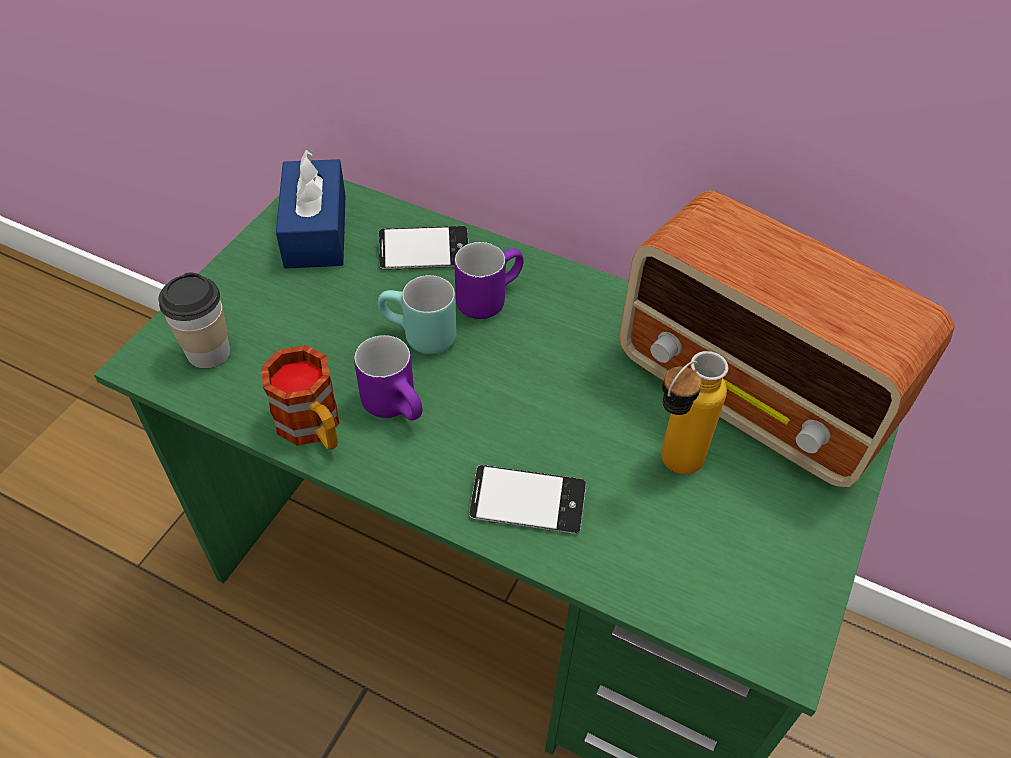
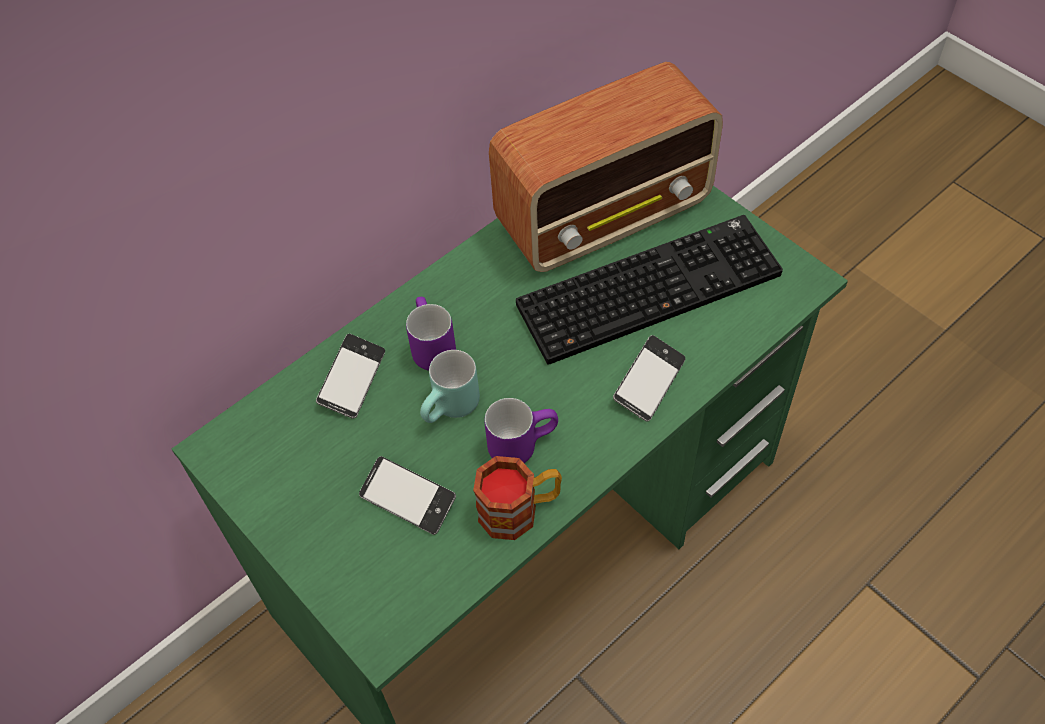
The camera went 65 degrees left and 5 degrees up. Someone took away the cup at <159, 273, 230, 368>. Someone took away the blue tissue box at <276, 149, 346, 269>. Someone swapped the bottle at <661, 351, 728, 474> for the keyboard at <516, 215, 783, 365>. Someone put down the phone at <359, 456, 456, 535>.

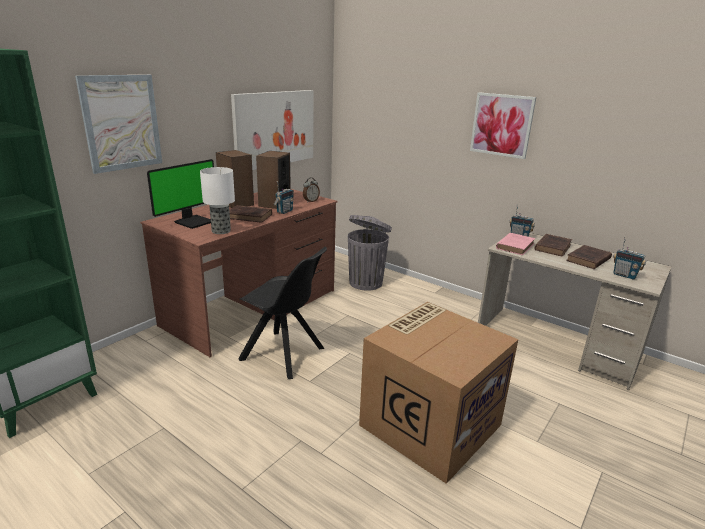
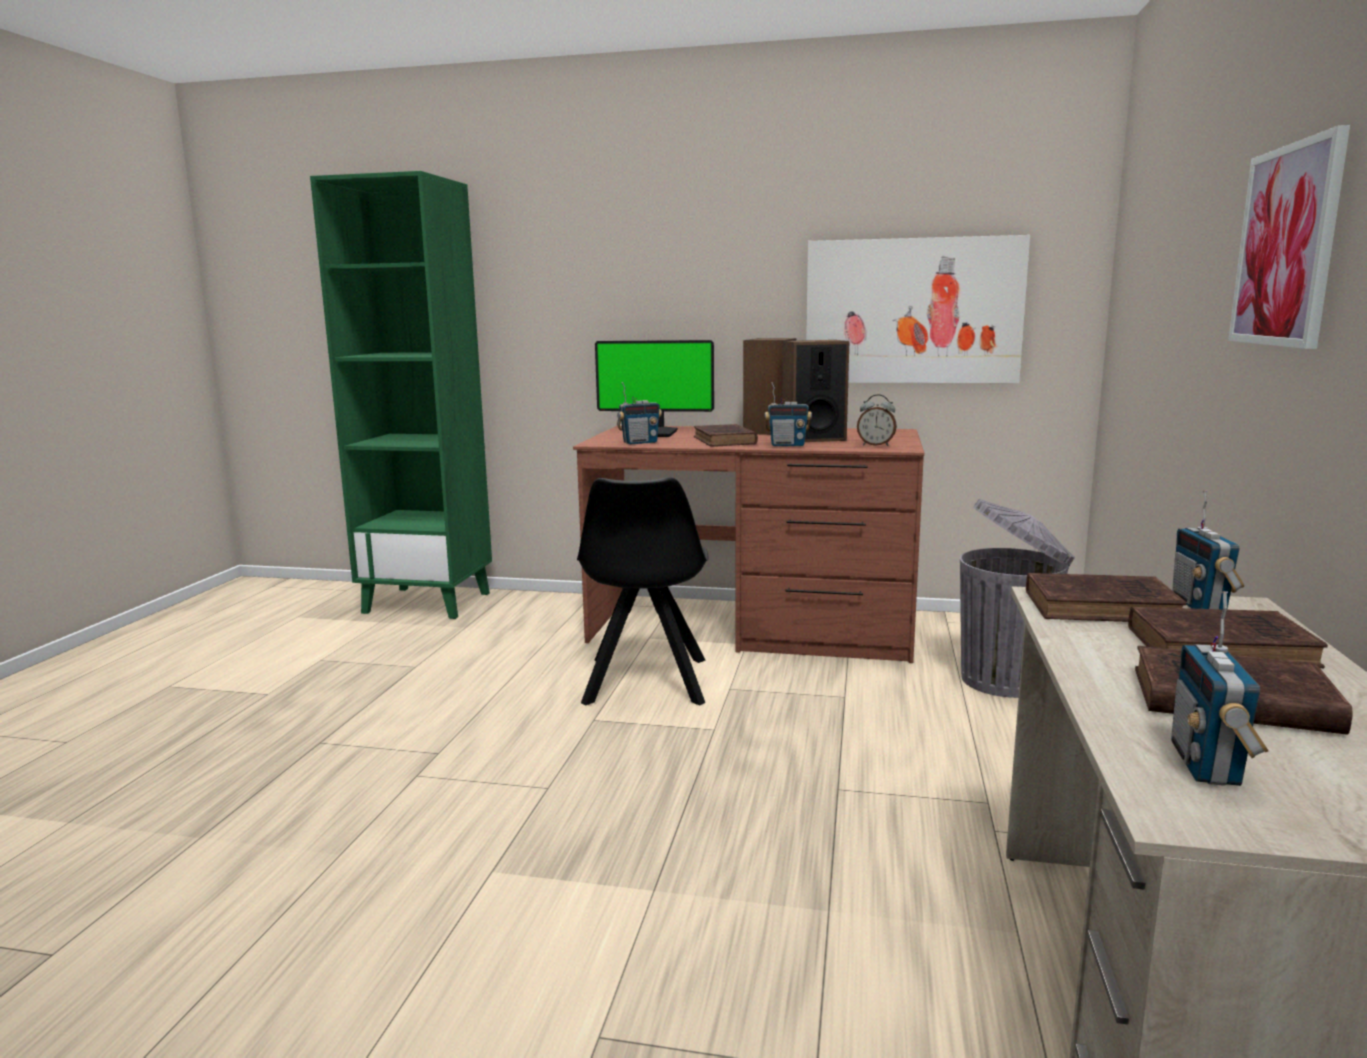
The camera went 65 degrees right and 10 degrees down. Someone took away the picture at <75, 75, 162, 174>. Someone swapped the table lamp at <200, 167, 235, 234> for the radio at <617, 382, 662, 444>. Someone took away the cardboard box at <359, 302, 518, 484>. Someone repainted the pink book at <496, 233, 535, 255>, which became the brown book at <1026, 573, 1186, 622>.

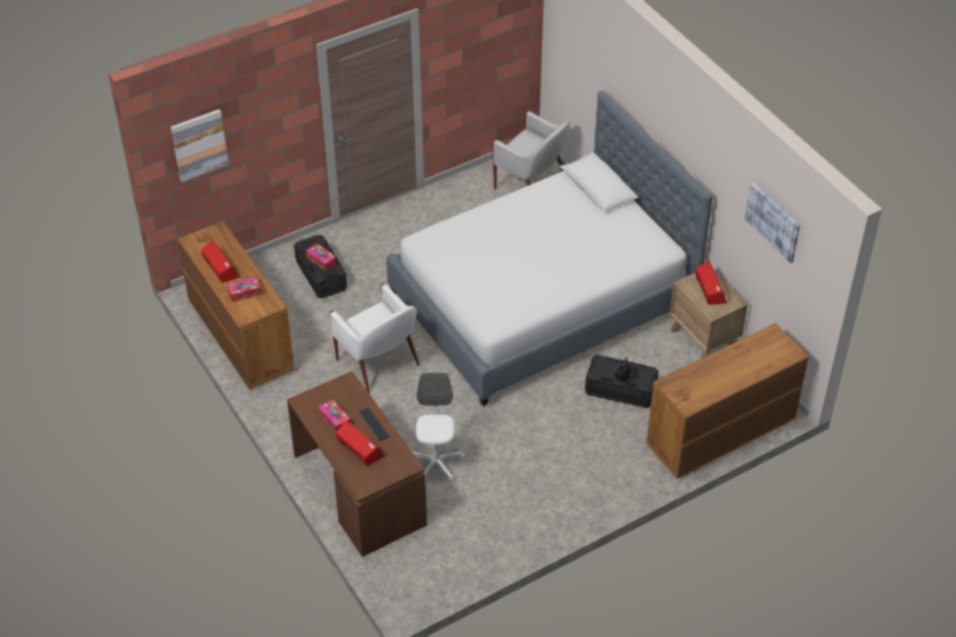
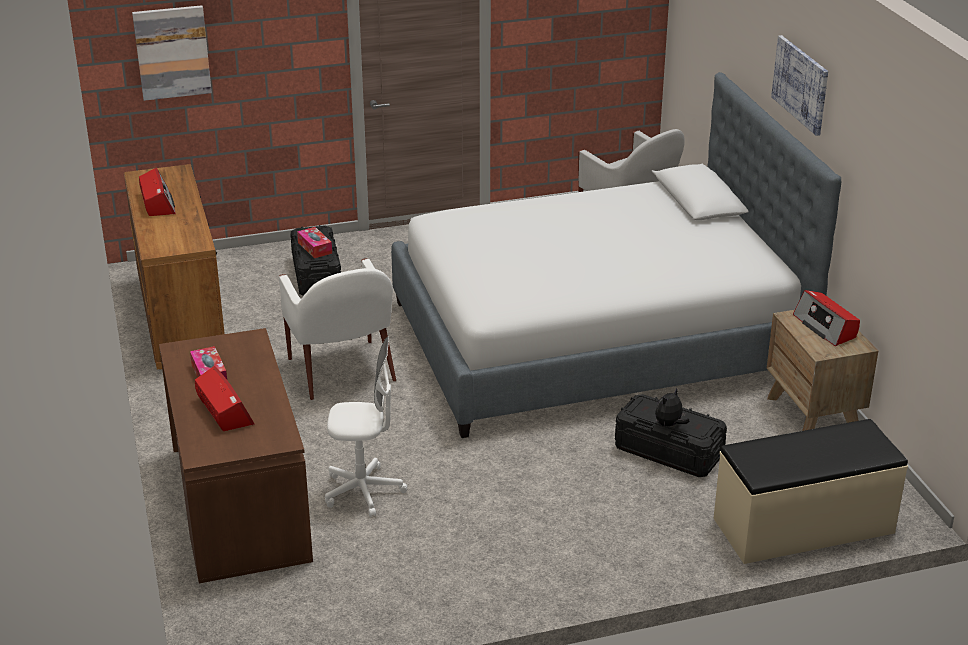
The camera went 15 degrees right and 15 degrees down. Someone took away the tissue box at <227, 276, 262, 302>. Someone took away the keyboard at <359, 408, 389, 441>. Someone rotated the white office chair at <413, 372, 465, 481> by 75 degrees clockwise. Someone swapped the brown dresser at <646, 323, 809, 478> for the beige bench at <714, 419, 908, 564>. Someone rotated the radio at <695, 261, 727, 305> by 150 degrees clockwise. Someone carried the picture from <745, 183, 800, 263> to <771, 35, 828, 136>.

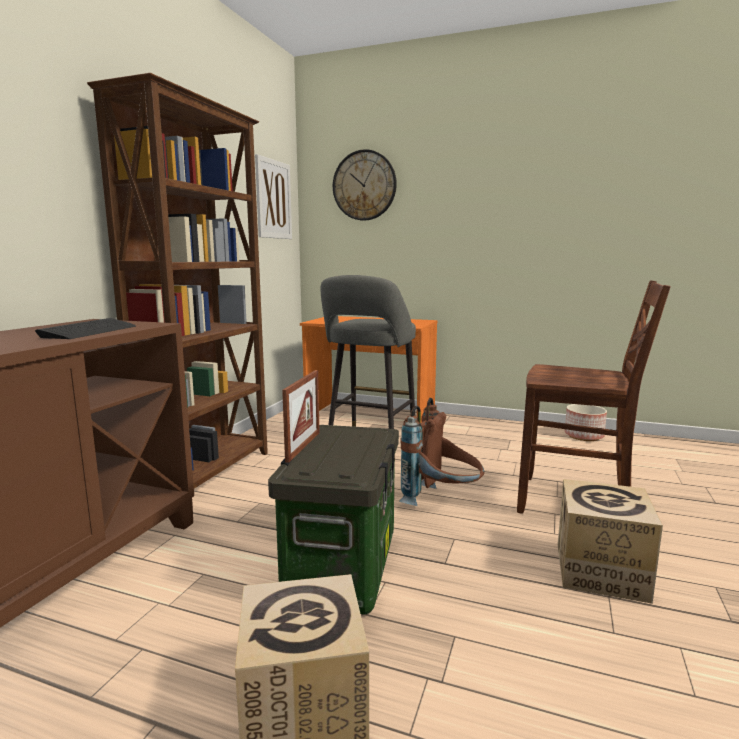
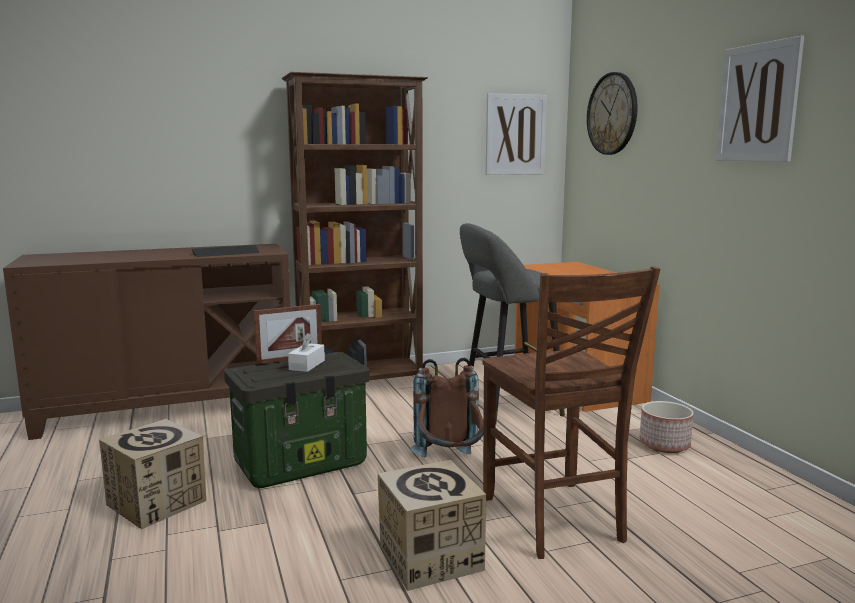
The camera went 50 degrees right and 0 degrees up. Someone carried the planter from <565, 404, 607, 441> to <640, 401, 694, 453>. Someone put down the white tissue box at <288, 333, 325, 372>. Someone put up the picture at <716, 36, 804, 162>.

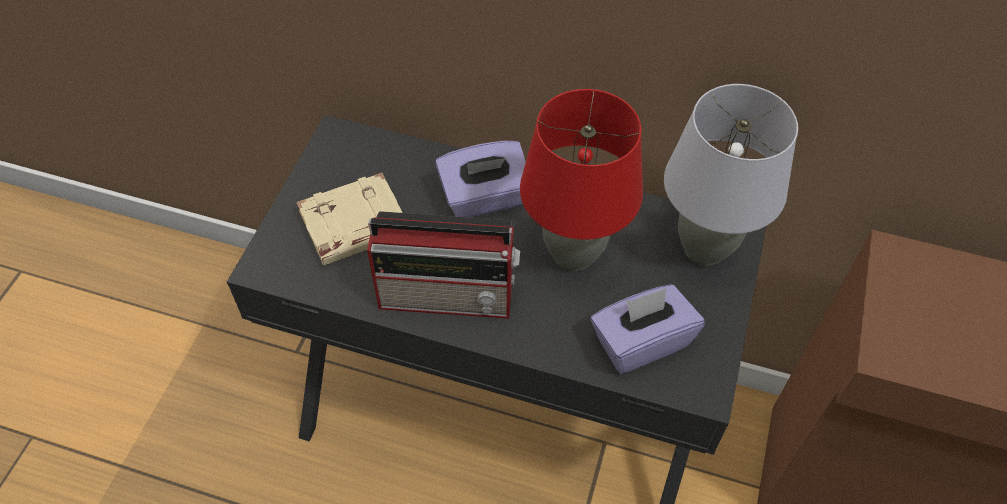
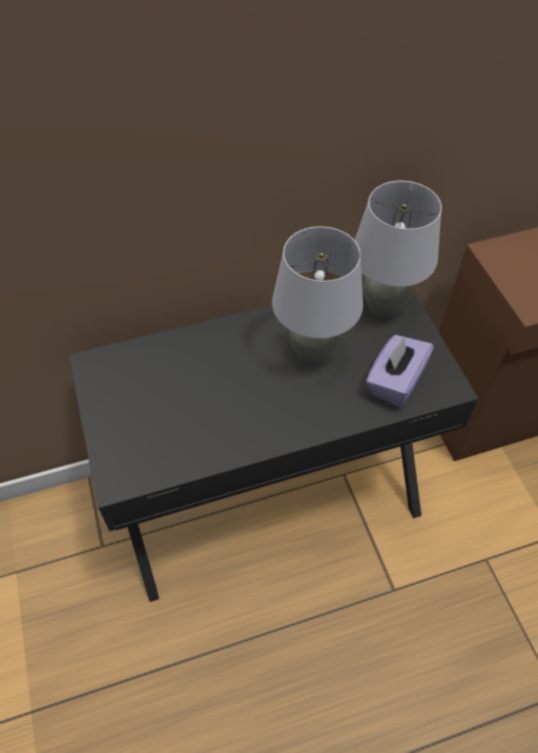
The camera went 35 degrees left and 0 degrees up. Someone took away the beige book at <296, 173, 402, 266>. Someone took away the radio at <367, 211, 520, 319>. Someone took away the purple tissue box at <435, 141, 526, 217>. Someone repainted the red table lamp at <520, 89, 643, 271>, which became the grey table lamp at <272, 226, 363, 365>.

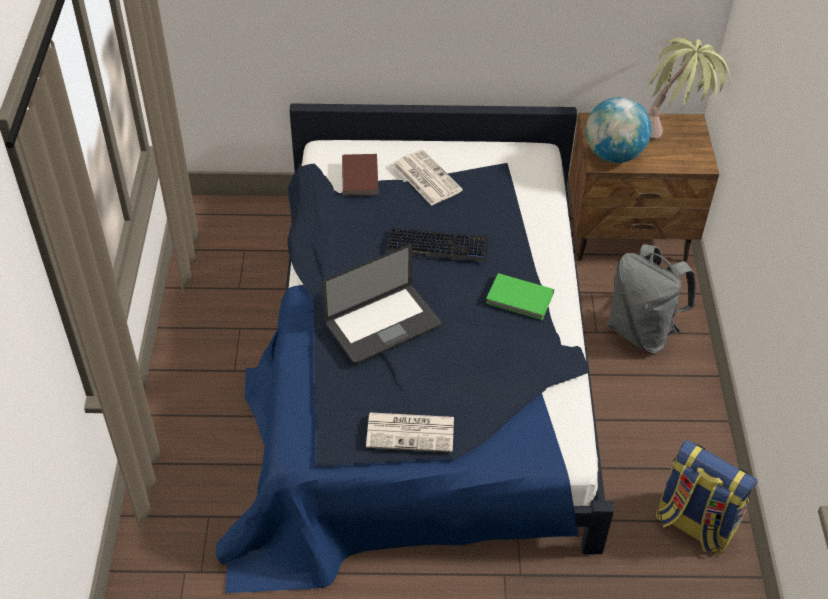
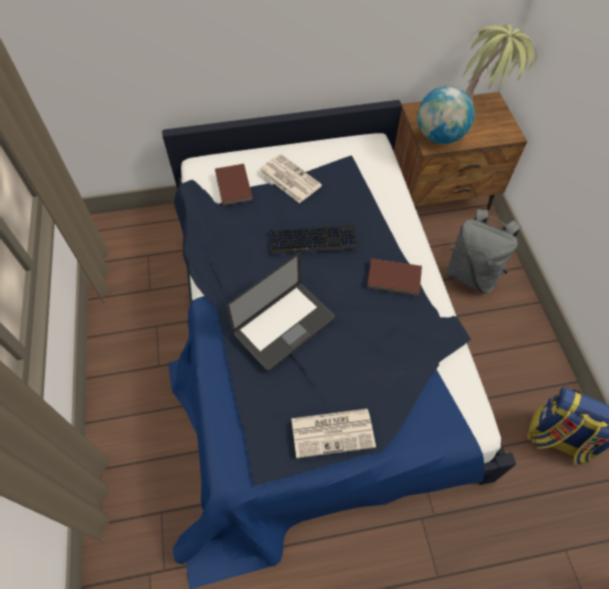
The camera went 10 degrees left and 10 degrees up. Someone repainted the green book at <486, 273, 554, 320>, which became the brown book at <367, 258, 422, 296>.

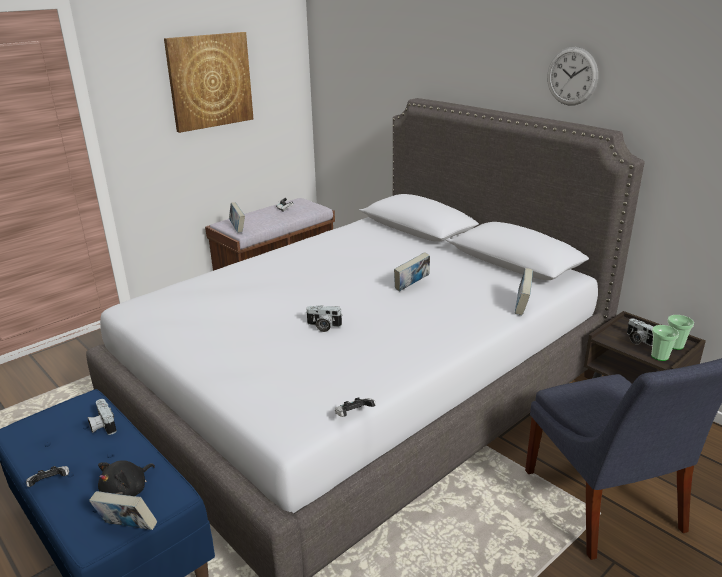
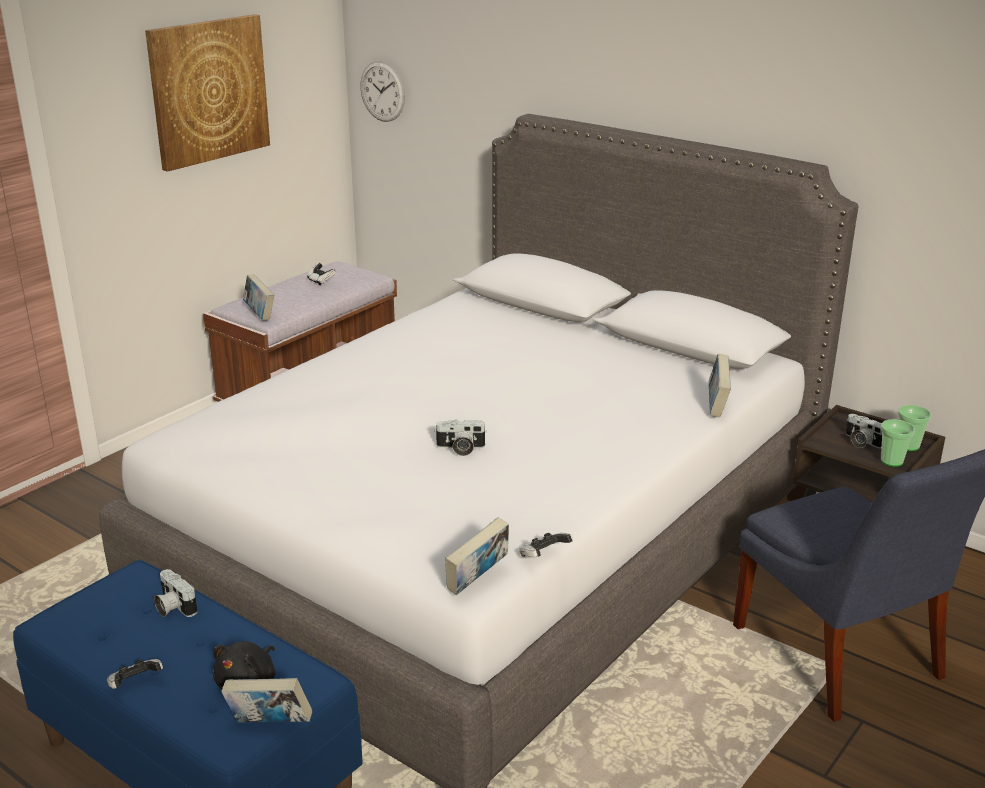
The camera went 10 degrees left and 0 degrees up. Someone carried the book from <394, 252, 430, 292> to <445, 517, 509, 595>. Someone carried the wall clock from <547, 47, 598, 105> to <360, 61, 405, 122>.

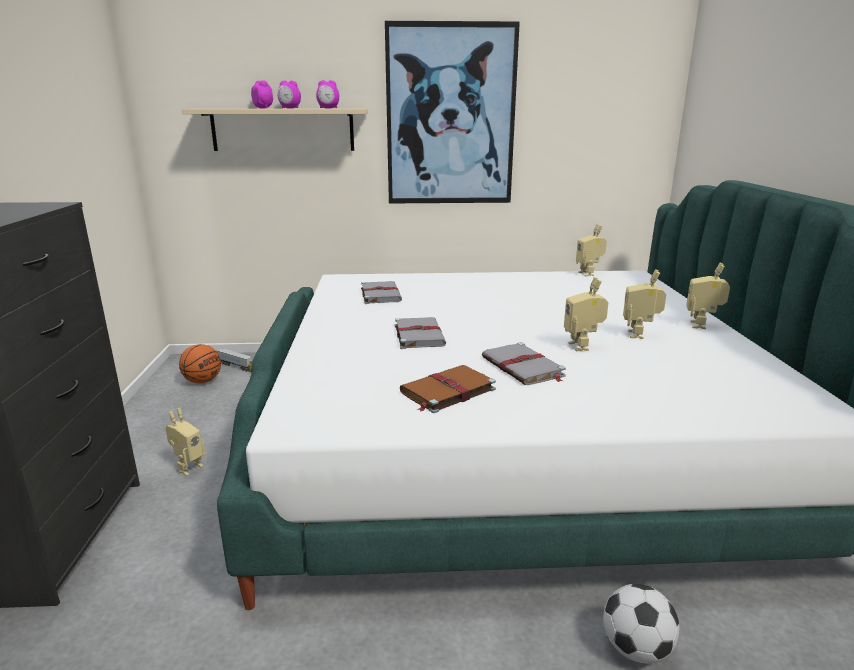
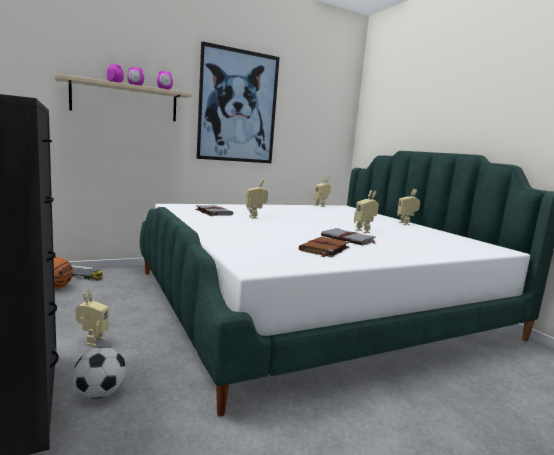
The camera went 25 degrees left and 10 degrees down. Someone took away the grey book at <395, 317, 446, 349>. Someone carried the football from <603, 584, 679, 664> to <73, 347, 126, 399>. Someone carried the toy robot from <623, 269, 666, 339> to <246, 179, 268, 219>.

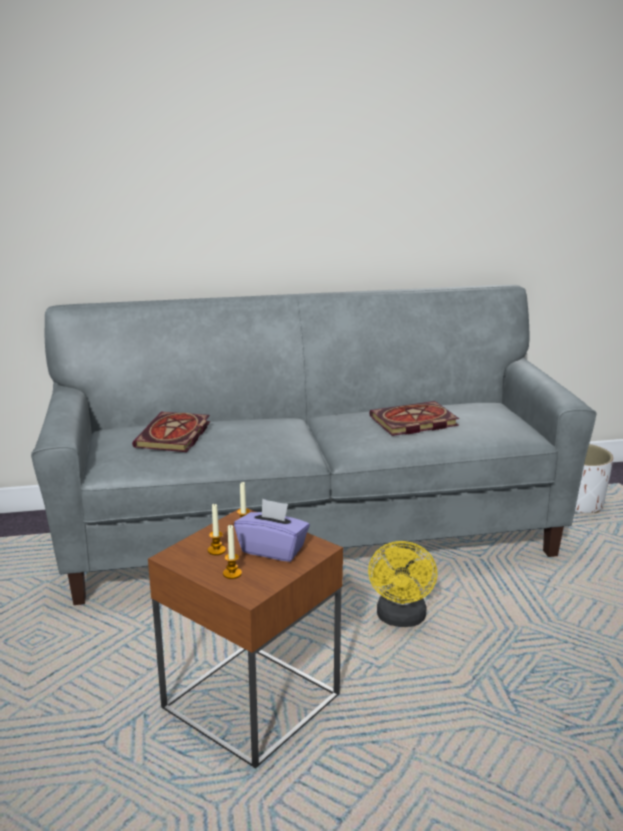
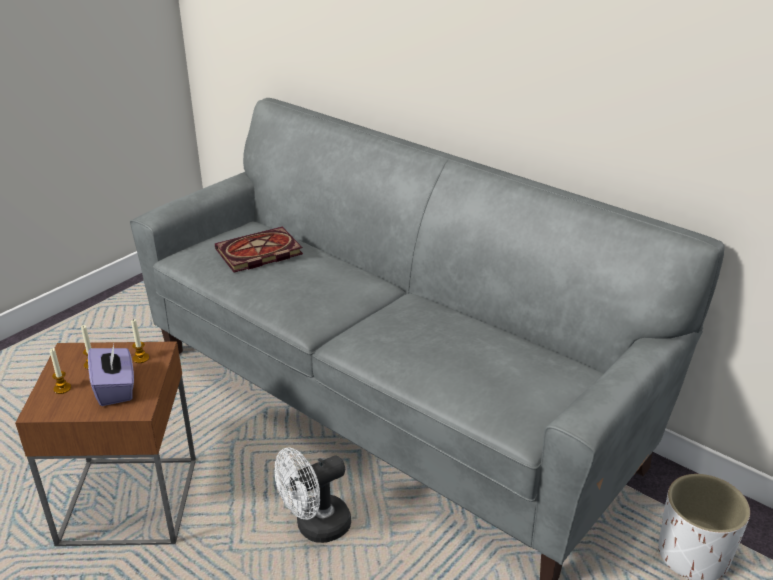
The camera went 50 degrees right and 10 degrees up. Someone repainted the yellow fan at <368, 540, 438, 627>, which became the white fan at <275, 448, 351, 543>. Someone took away the book at <370, 401, 459, 436>.

